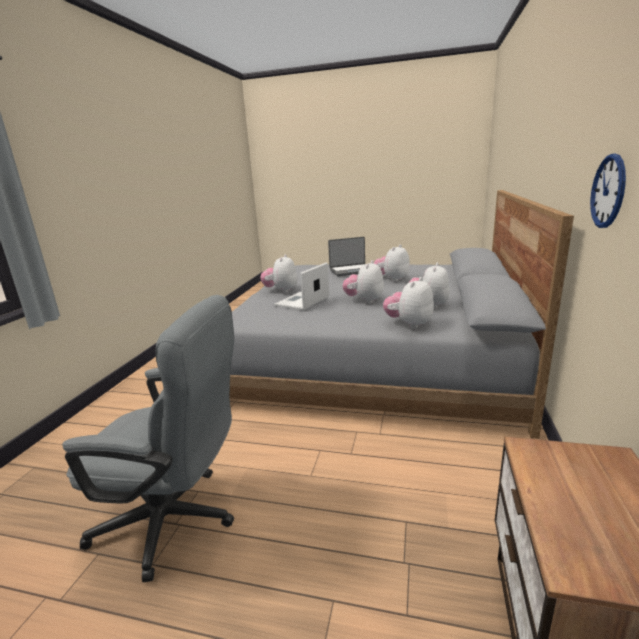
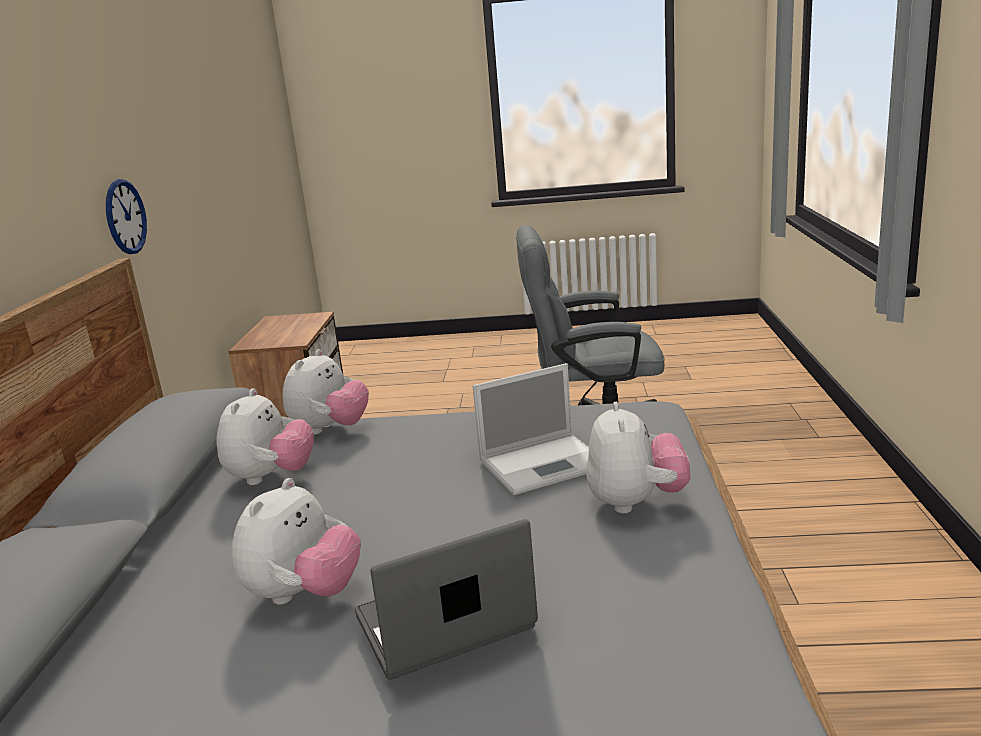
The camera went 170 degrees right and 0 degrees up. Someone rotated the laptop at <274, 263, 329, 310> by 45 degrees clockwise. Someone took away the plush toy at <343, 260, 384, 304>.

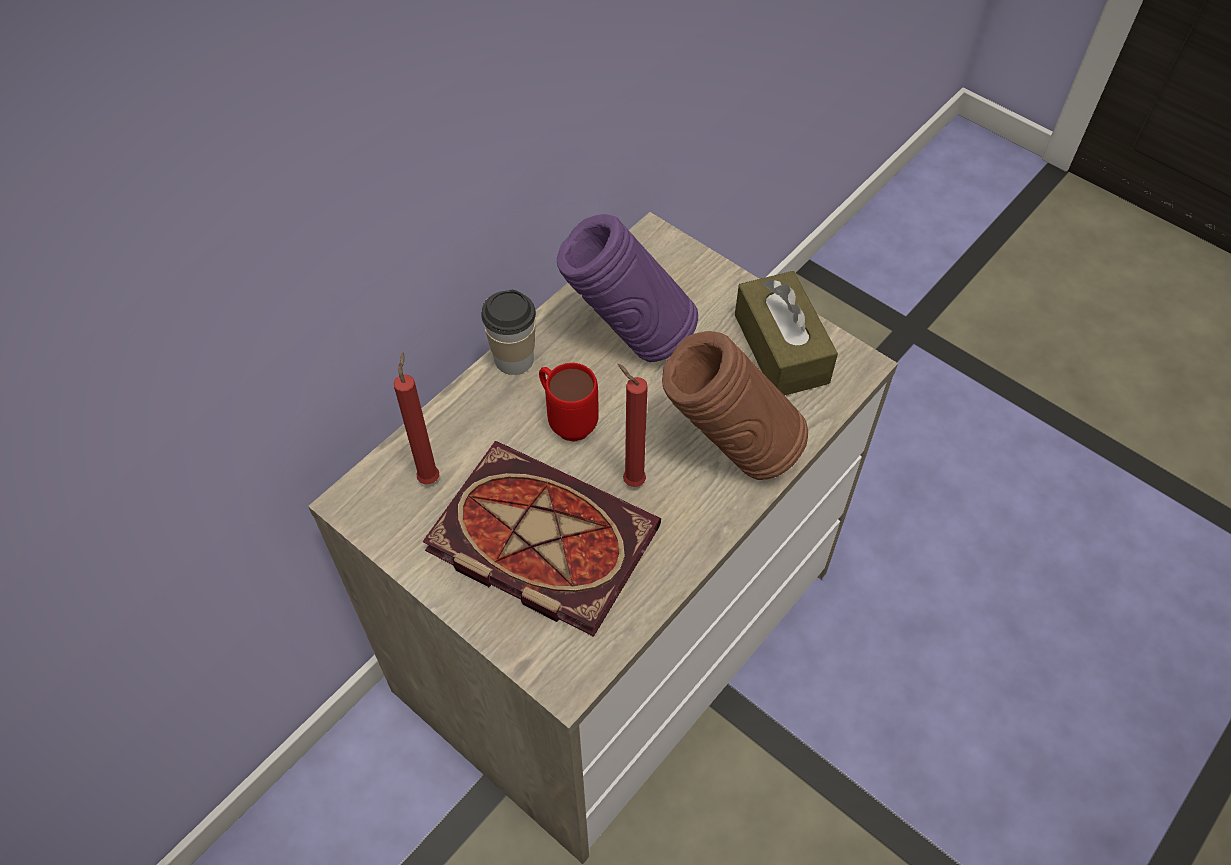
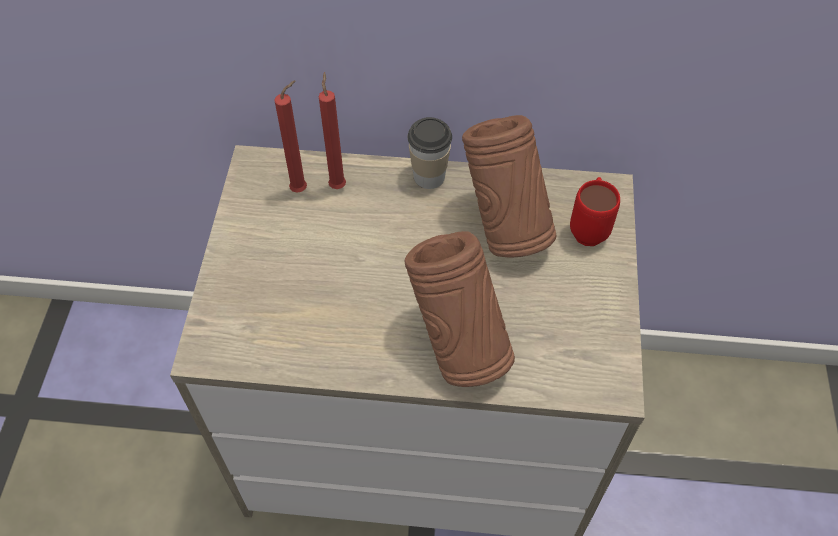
The camera went 55 degrees right and 0 degrees up. Someone took away the book at <423, 441, 661, 637>. Someone carried the red mug from <539, 363, 599, 442> to <570, 177, 620, 246>. Someone repainted the purple vase at <557, 214, 698, 362>, which became the brown vase at <462, 115, 557, 258>. Someone carried the red candle from <618, 364, 648, 487> to <319, 72, 346, 189>. Someone took away the brown tissue box at <735, 271, 838, 396>.

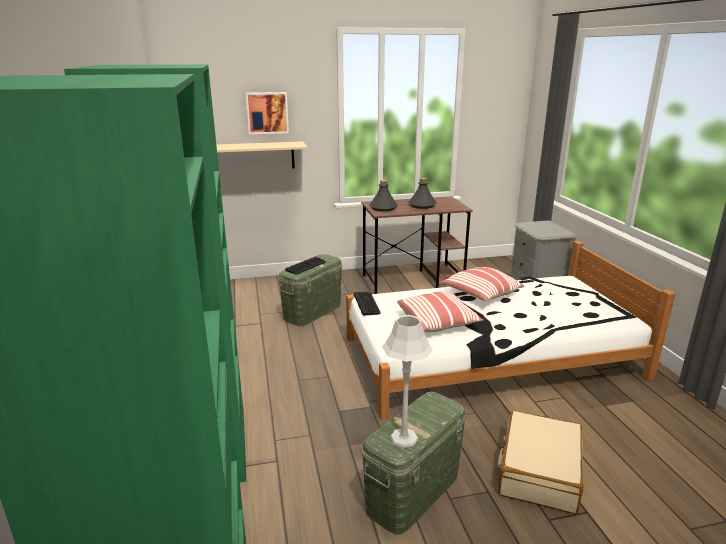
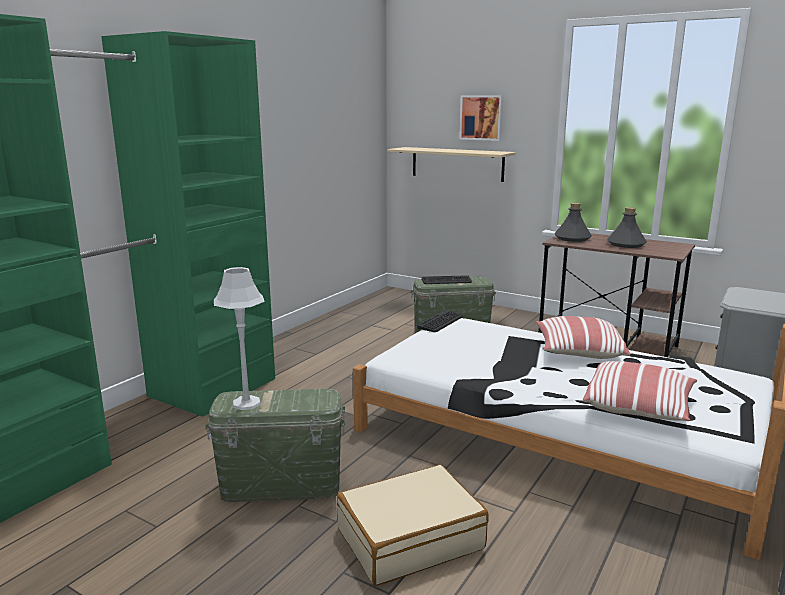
The camera went 45 degrees right and 5 degrees down. Someone carried the pillow from <397, 292, 483, 332> to <583, 361, 697, 421>.

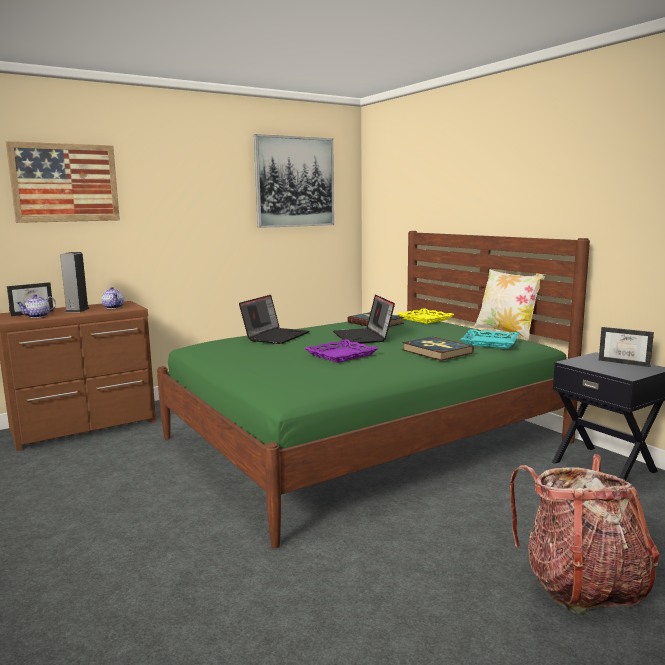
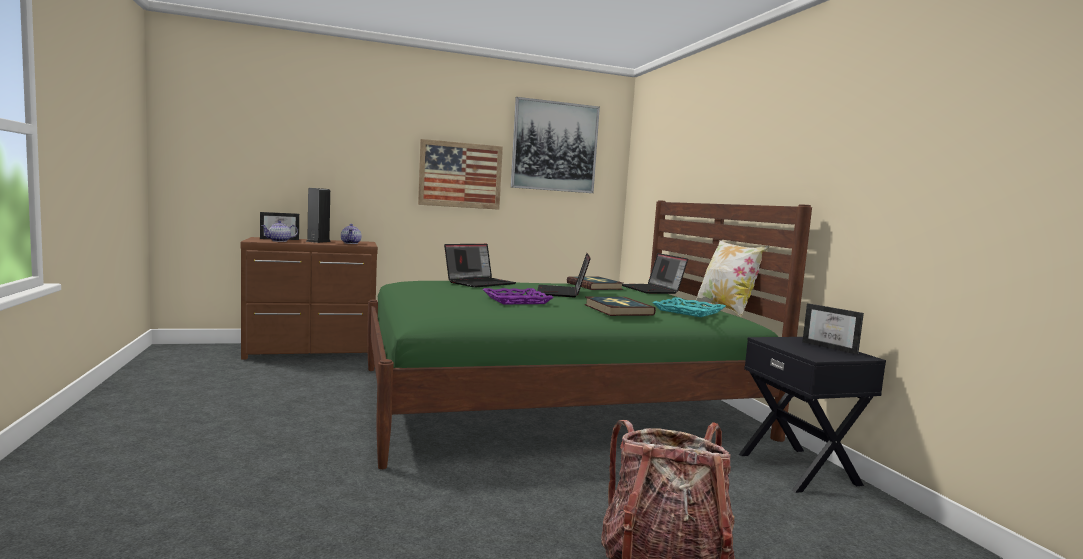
The camera went 15 degrees right and 5 degrees down. Someone carried the picture from <6, 141, 120, 223> to <418, 139, 503, 210>. Someone swapped the yellow tray at <397, 309, 455, 324> for the laptop at <622, 253, 688, 294>.

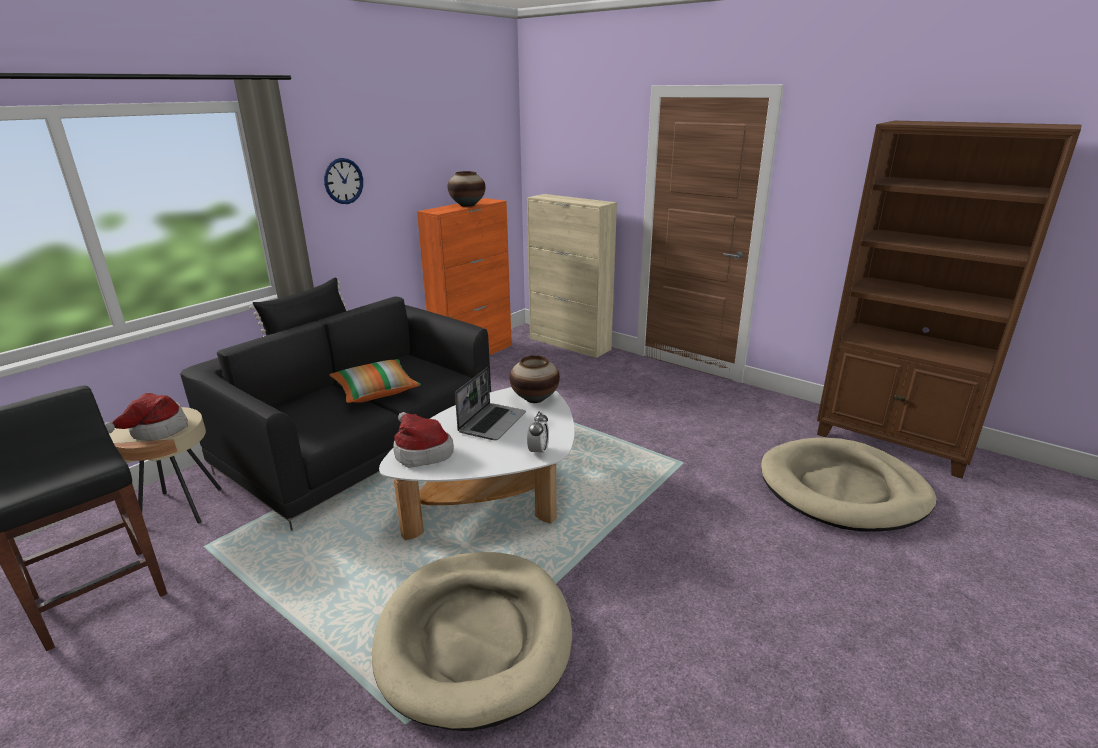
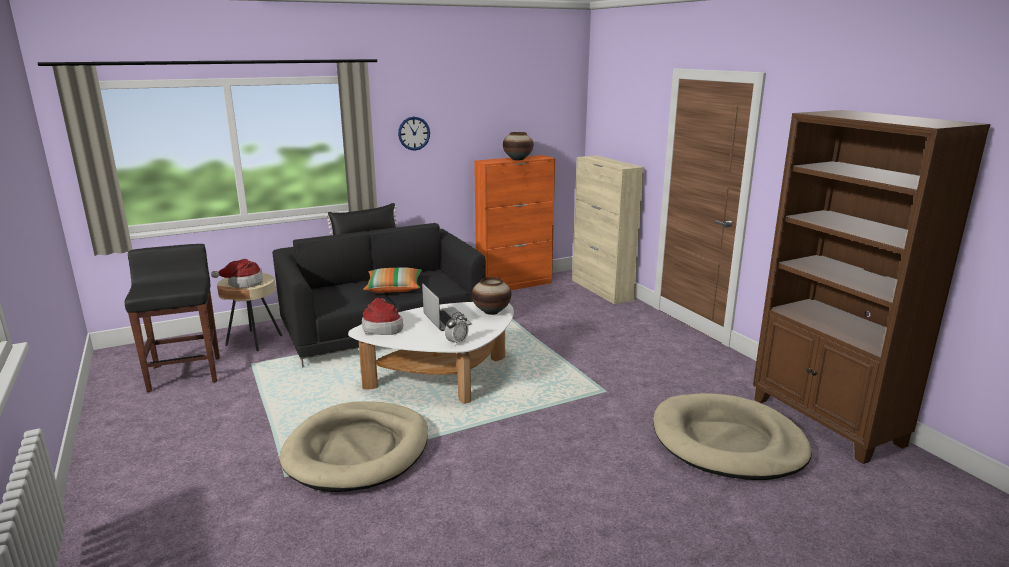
The camera went 25 degrees right and 5 degrees down. Someone rotated the laptop at <455, 367, 526, 440> by 75 degrees counterclockwise.

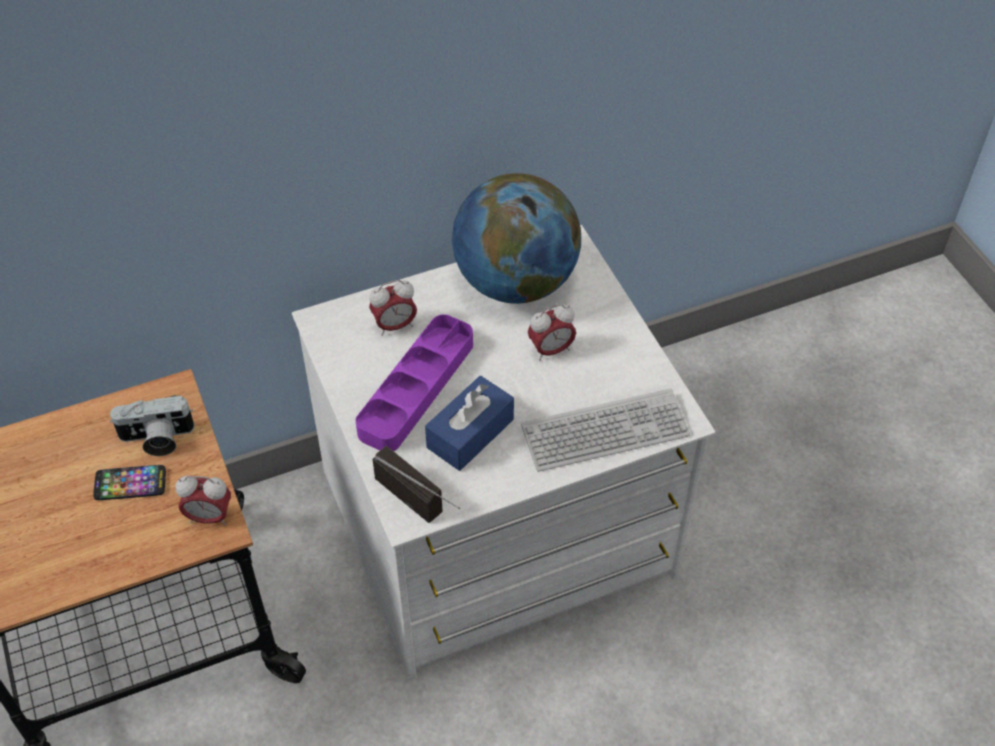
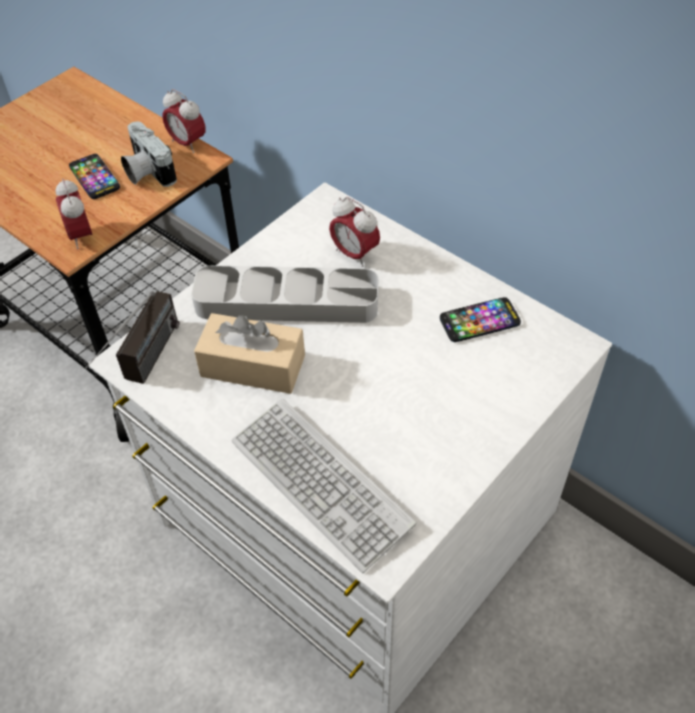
The camera went 65 degrees right and 0 degrees up. Someone repainted the purple tray at <356, 314, 473, 451>, which became the grey tray at <191, 265, 378, 323>. Someone repainted the blue tissue box at <425, 376, 514, 471>, which became the beige tissue box at <194, 313, 305, 394>. Someone swapped the globe at <452, 173, 581, 304> for the phone at <440, 297, 521, 342>. Someone carried the alarm clock from <528, 304, 576, 361> to <162, 89, 206, 153>.

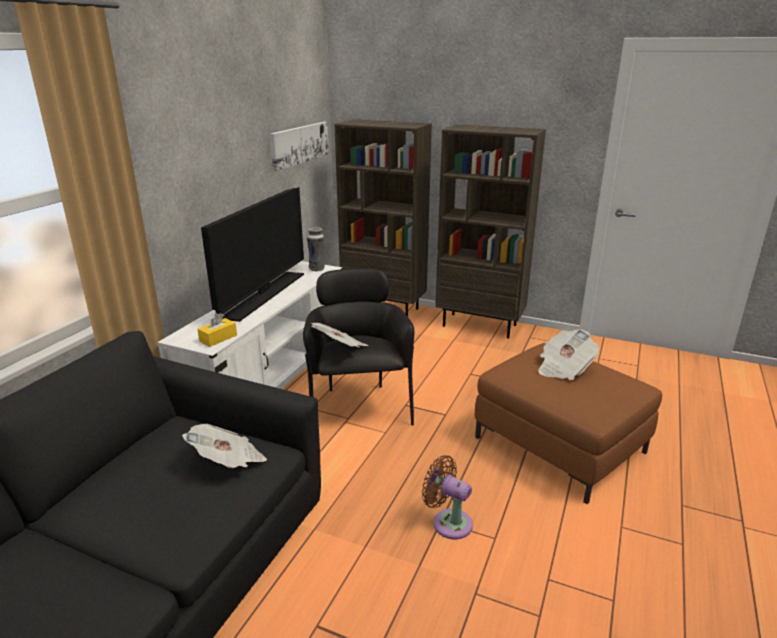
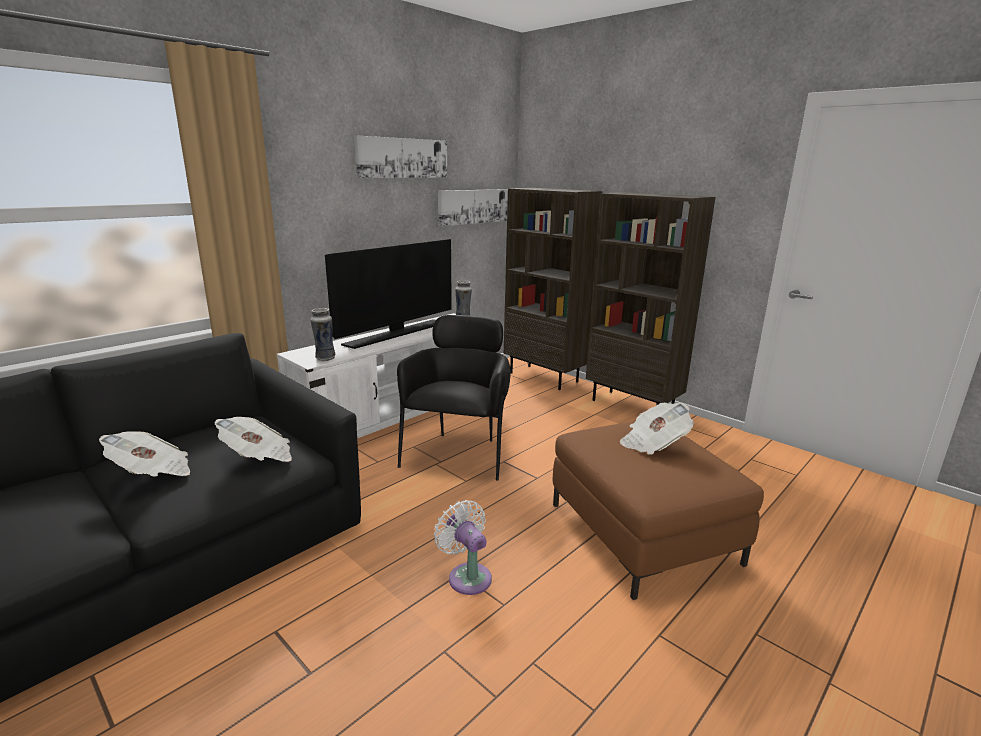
The camera went 20 degrees right and 5 degrees down. Someone swapped the yellow tissue box at <197, 313, 237, 347> for the vase at <311, 308, 335, 361>. Someone carried the newspaper from <311, 323, 368, 348> to <99, 431, 190, 477>. Someone repainted the brown fan at <422, 455, 473, 539>, which became the white fan at <434, 500, 492, 595>. Someone put up the picture at <354, 136, 447, 178>.

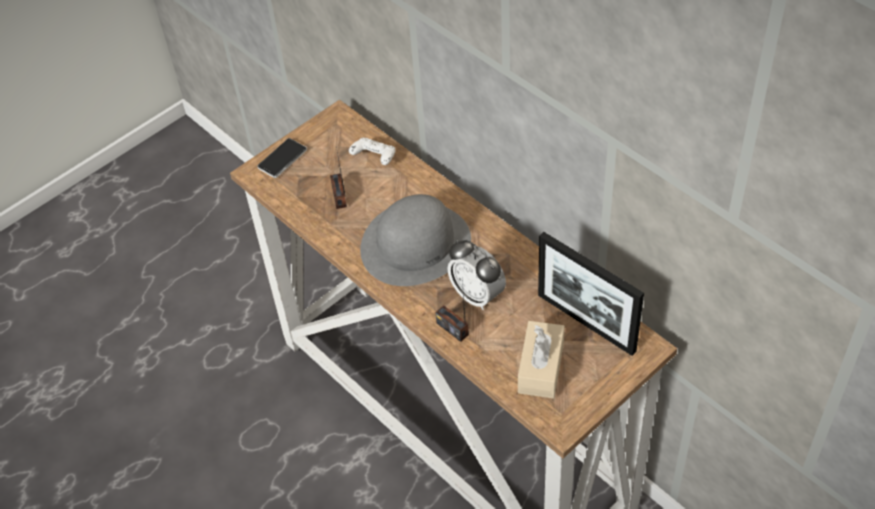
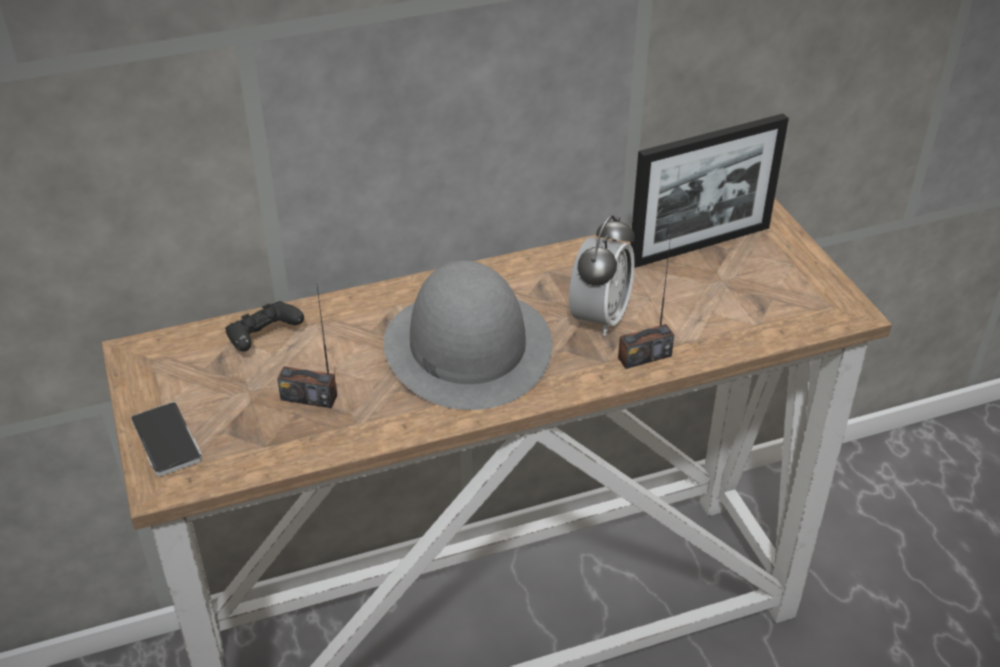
The camera went 70 degrees left and 10 degrees down. Someone repainted the white game controller at <349, 138, 396, 165>, which became the black game controller at <225, 301, 304, 352>. Someone rotated the alarm clock at <447, 240, 506, 310> by 45 degrees counterclockwise. Someone took away the beige tissue box at <518, 321, 565, 399>.

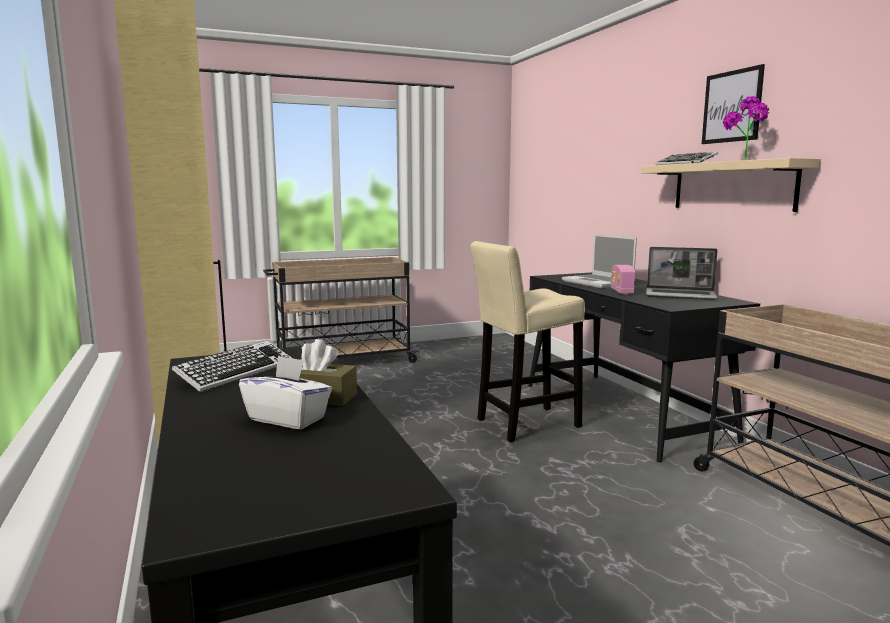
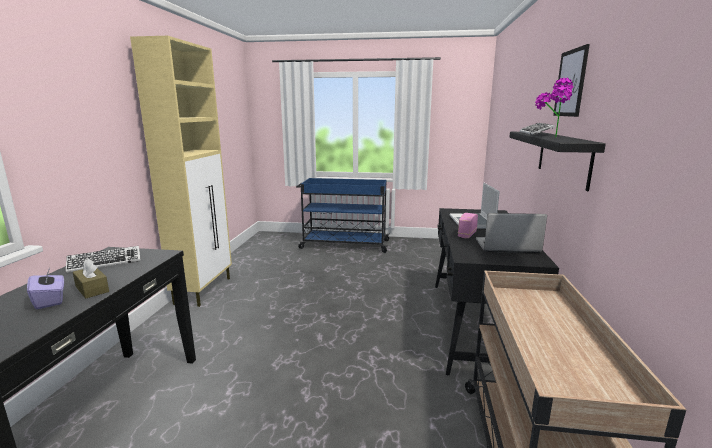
The camera went 30 degrees right and 5 degrees up. Someone repainted the white tissue box at <239, 355, 332, 429>, which became the purple tissue box at <27, 267, 64, 309>. Someone repainted the beige cart at <263, 257, 418, 363>, which became the blue cart at <296, 178, 389, 253>. Someone took away the beige stool at <471, 241, 585, 442>. Someone repainted the beige shelf at <641, 158, 821, 212>, which became the black shelf at <509, 132, 606, 191>. Someone rotated the laptop at <646, 247, 718, 300> by 135 degrees clockwise.

